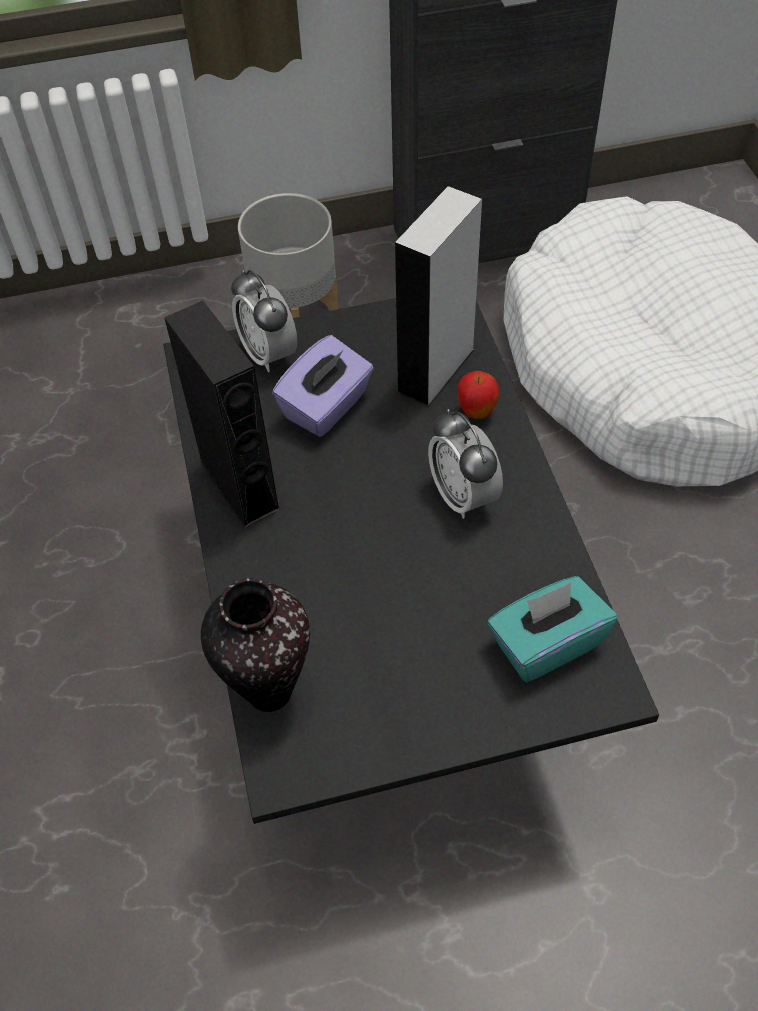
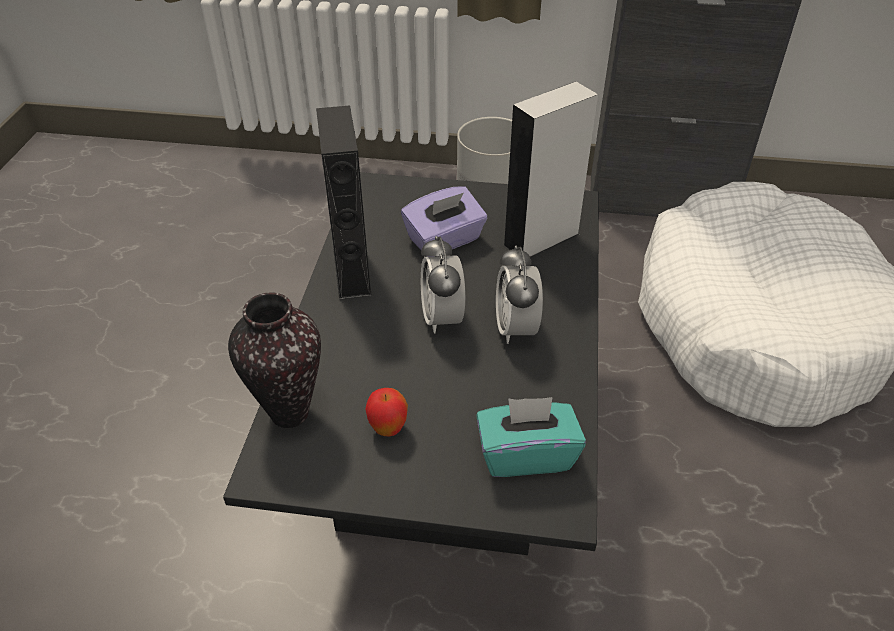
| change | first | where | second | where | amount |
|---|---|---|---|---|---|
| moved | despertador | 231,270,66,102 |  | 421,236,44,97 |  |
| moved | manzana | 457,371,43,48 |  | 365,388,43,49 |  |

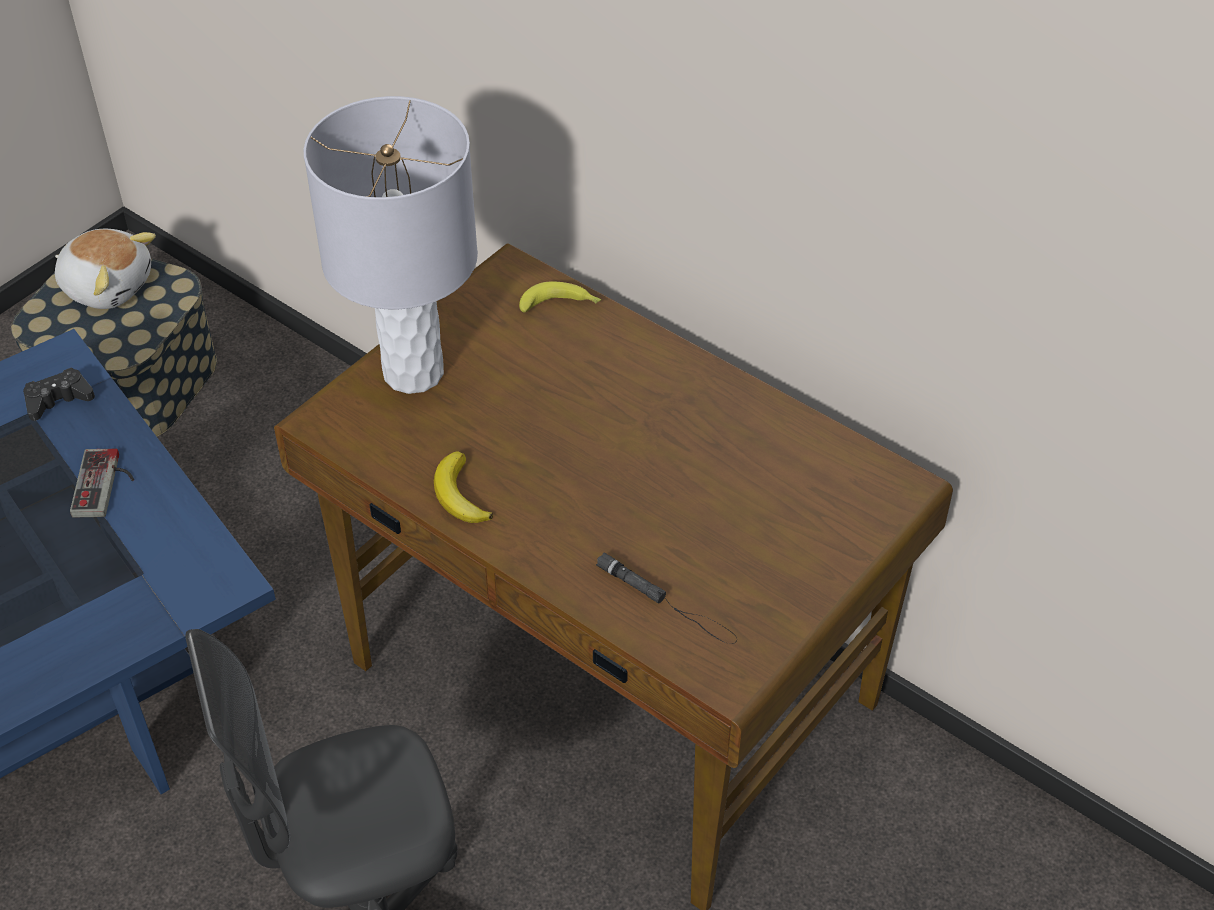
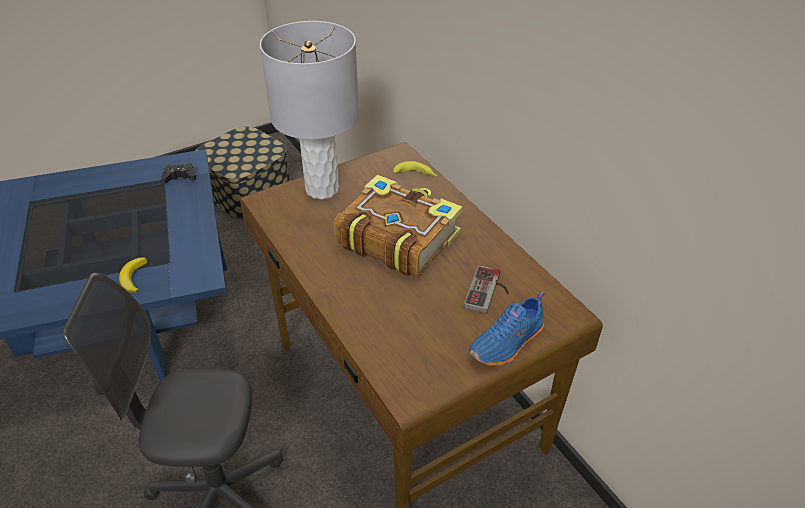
| change | first | where | second | where | amount |
|---|---|---|---|---|---|
| removed | peluche | 55,229,101,80 |  |  |  |
| moved | mando de consola | 70,449,64,69 |  | 464,265,45,49 |  |
| moved | plátano | 434,451,59,72 |  | 119,257,29,36 |  |
| removed | linterna [negro] | 596,553,141,91 |  |  |  |
| added |  |  | libro | 334,175,128,102 |  |
| added |  |  | zapato [azul] | 469,291,76,75 |  |

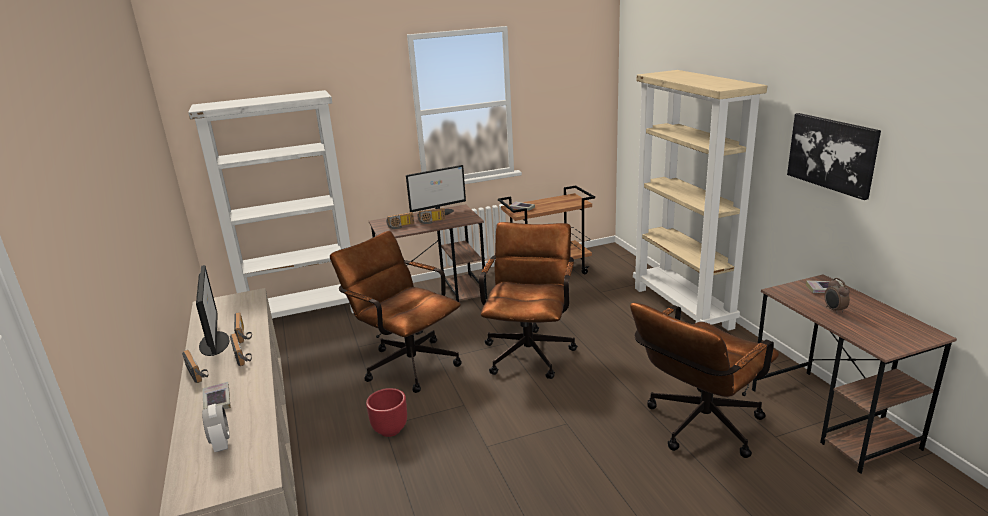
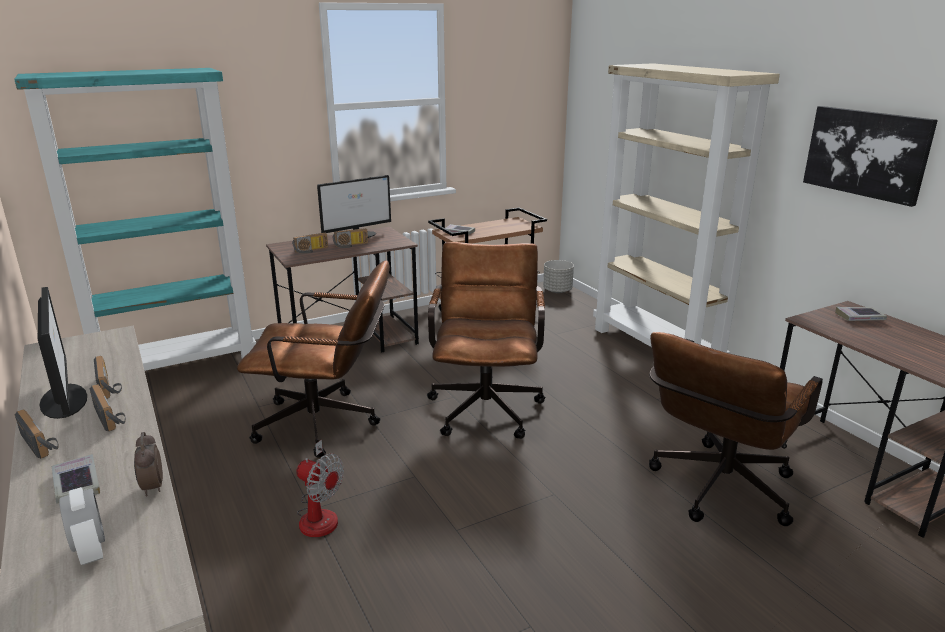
| change | first | where | second | where | amount |
|---|---|---|---|---|---|
| recoloured | estantería [blanco] | 188,90,166,228 | estantería [turquesa] | 14,68,242,303 |  |
| turned | silla de oficina [marrón] | 330,231,132,162 |  | 237,260,153,198 | 150 degrees clockwise |
| replaced | maceta [rojo] | 366,388,41,49 | ventilador | 296,440,48,97 |  |
| moved | despertador | 824,278,26,36 |  | 134,432,29,64 |  |
| added |  |  | maceta [gris] | 543,260,31,33 |  |

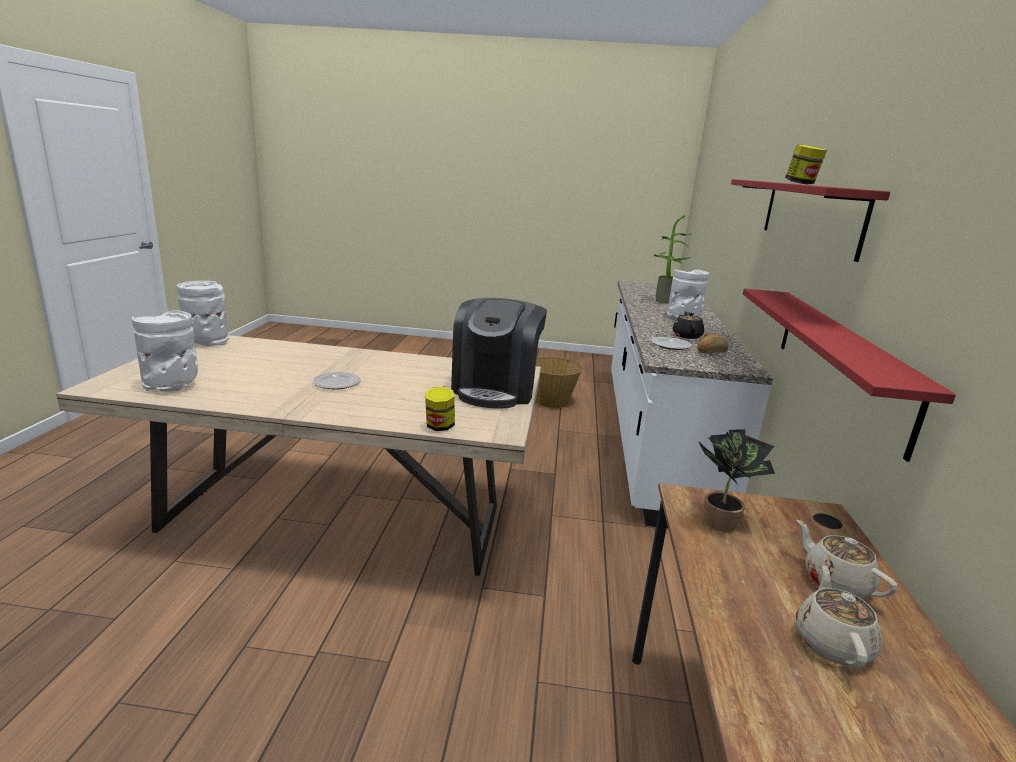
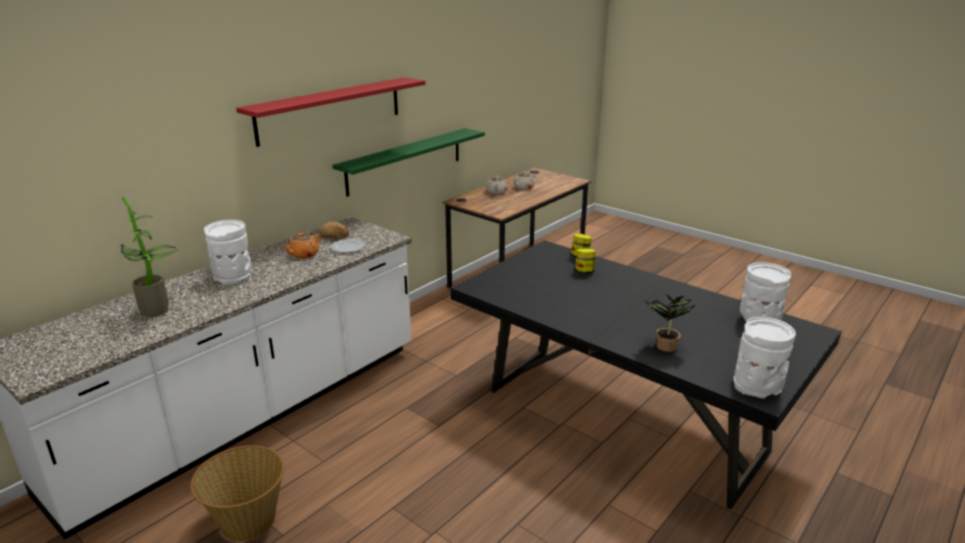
| change | first | where | second | where | amount |
|---|---|---|---|---|---|
| recoloured | mesa de comedor [beis] | 56,335,485,241 | mesa de comedor [negro] | 450,240,392,269 |  |
| removed | plato | 312,372,49,17 |  |  |  |
| removed | cafetera | 451,298,96,110 |  |  |  |
| recoloured | tetera [negro] | 673,312,31,27 | tetera [naranja] | 281,233,40,26 |  |
| moved | planta en maceta | 698,429,77,103 |  | 644,294,53,58 |  |
| recoloured | estante [rojo] | 743,289,213,173 | estante [verde] | 333,128,152,69 |  |
| moved | tarro | 785,145,42,39 |  | 575,248,21,26 |  |

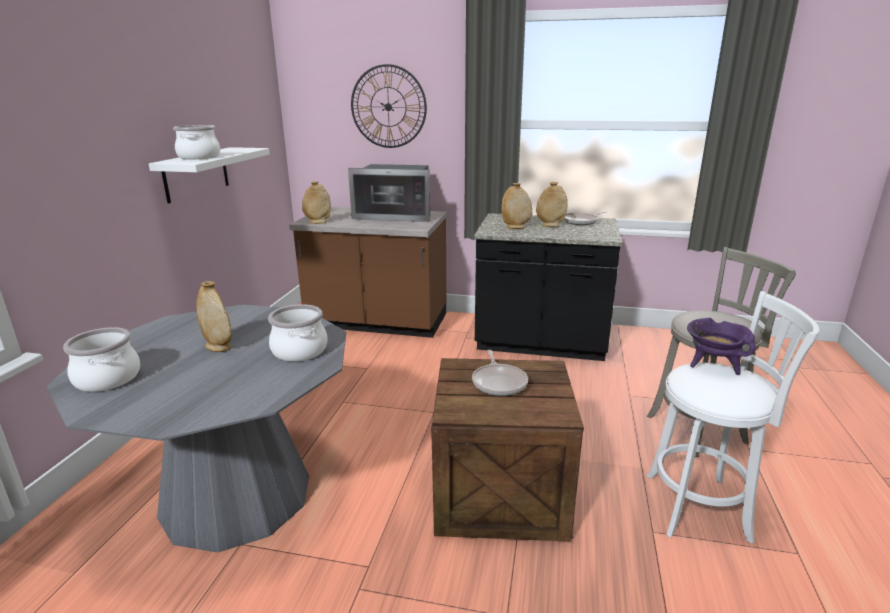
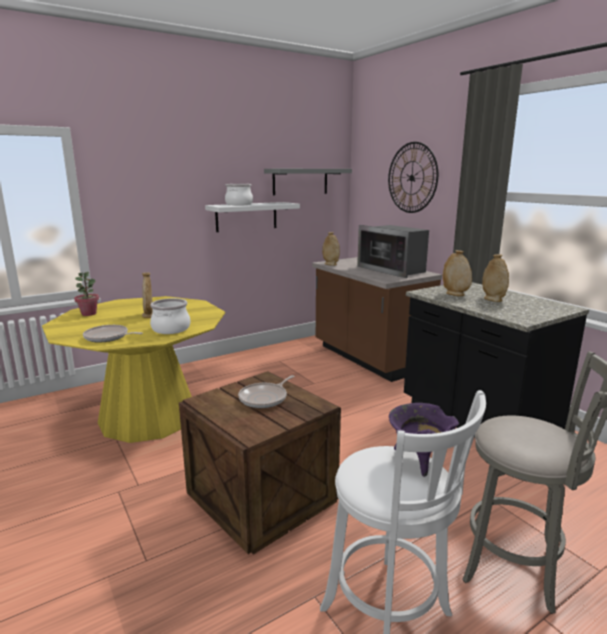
| change | first | where | second | where | amount |
|---|---|---|---|---|---|
| recoloured | mesa de comedor [gris] | 46,305,300,248 | mesa de comedor [amarillo] | 42,296,183,147 |  |
| replaced | olla | 63,327,77,65 | planta en maceta | 74,272,25,44 |  |
| moved | sartén | 564,211,43,14 |  | 83,325,60,18 |  |
| added |  |  | estante [gris] | 264,169,88,26 |  |

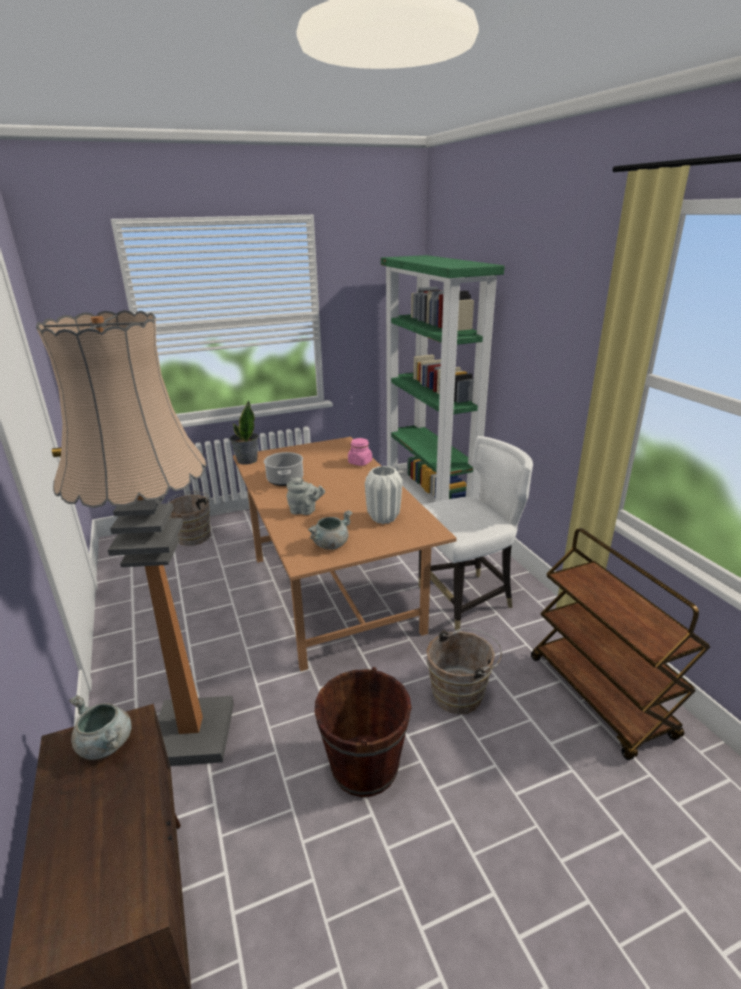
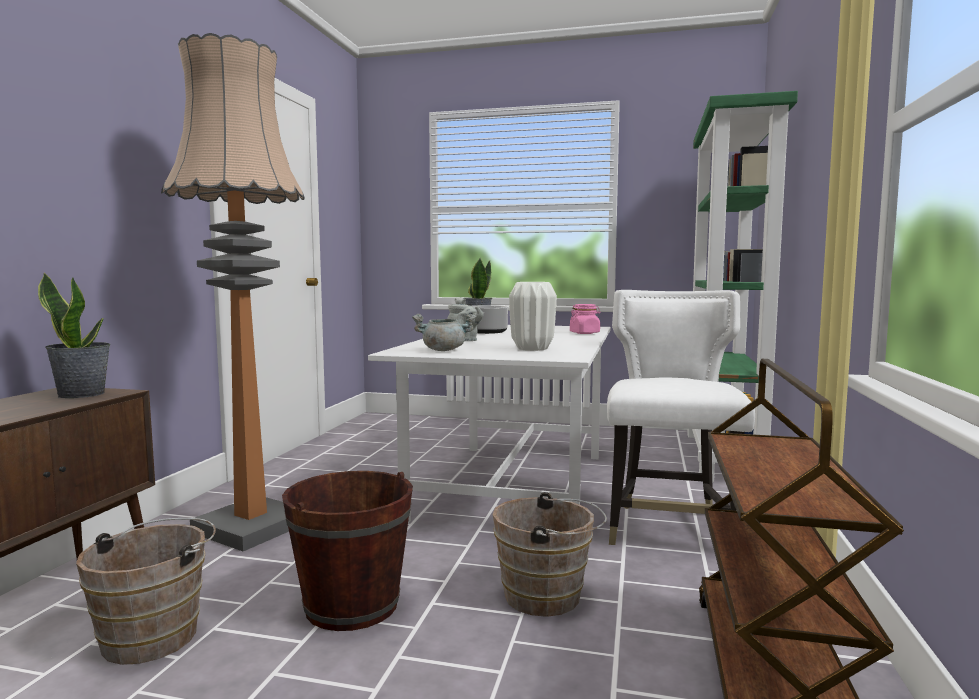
| change | first | where | second | where | amount |
|---|---|---|---|---|---|
| replaced | olla [gris] | 69,695,63,65 | planta en maceta | 38,272,73,126 |  |
| moved | cubo [marrón] | 168,492,44,54 |  | 76,518,140,147 |  |
| recoloured | mesa de comedor [marrón] | 233,437,224,234 | mesa de comedor [blanco] | 368,325,243,198 |  |
| turned | silla [blanco] | 419,436,114,195 |  | 607,290,148,255 | 90 degrees counterclockwise |

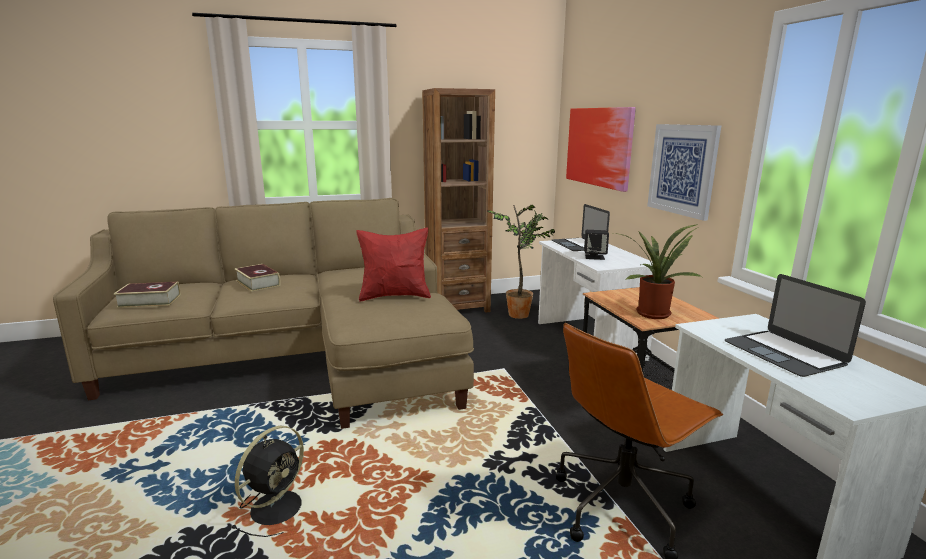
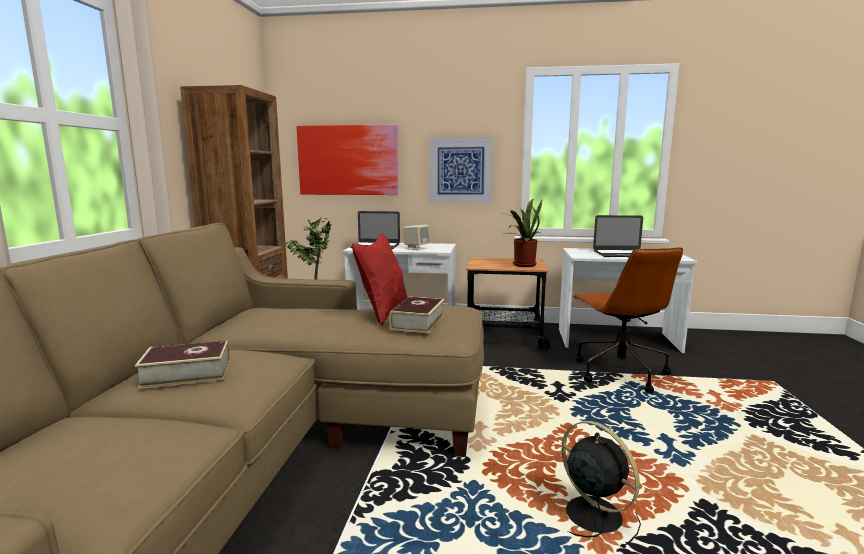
| change | first | where | second | where | amount |
|---|---|---|---|---|---|
| moved | libro | 114,282,67,26 |  | 389,296,56,37 |  |
| recoloured | altavoz [negro] | 584,230,25,30 | altavoz [beis] | 403,225,27,25 |  |

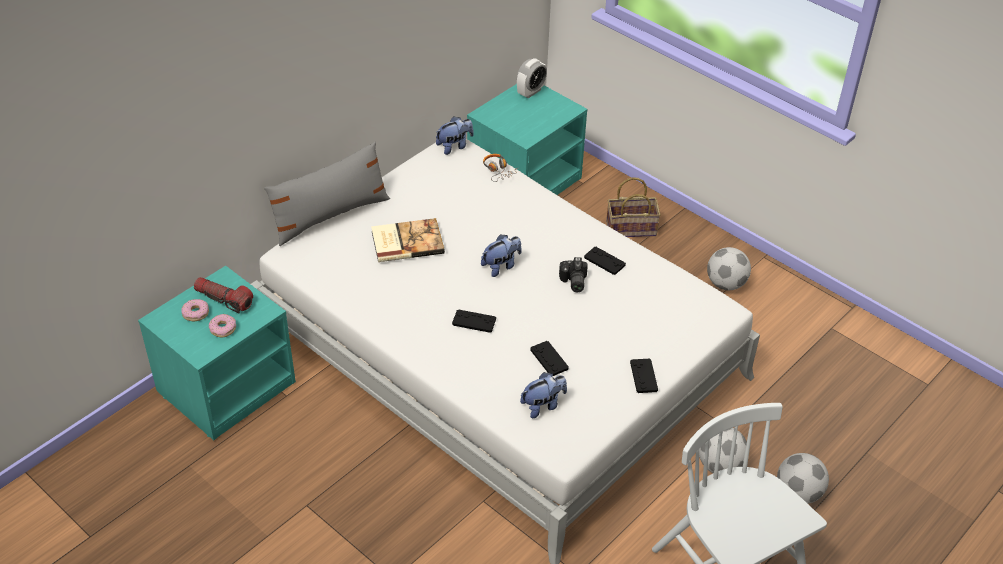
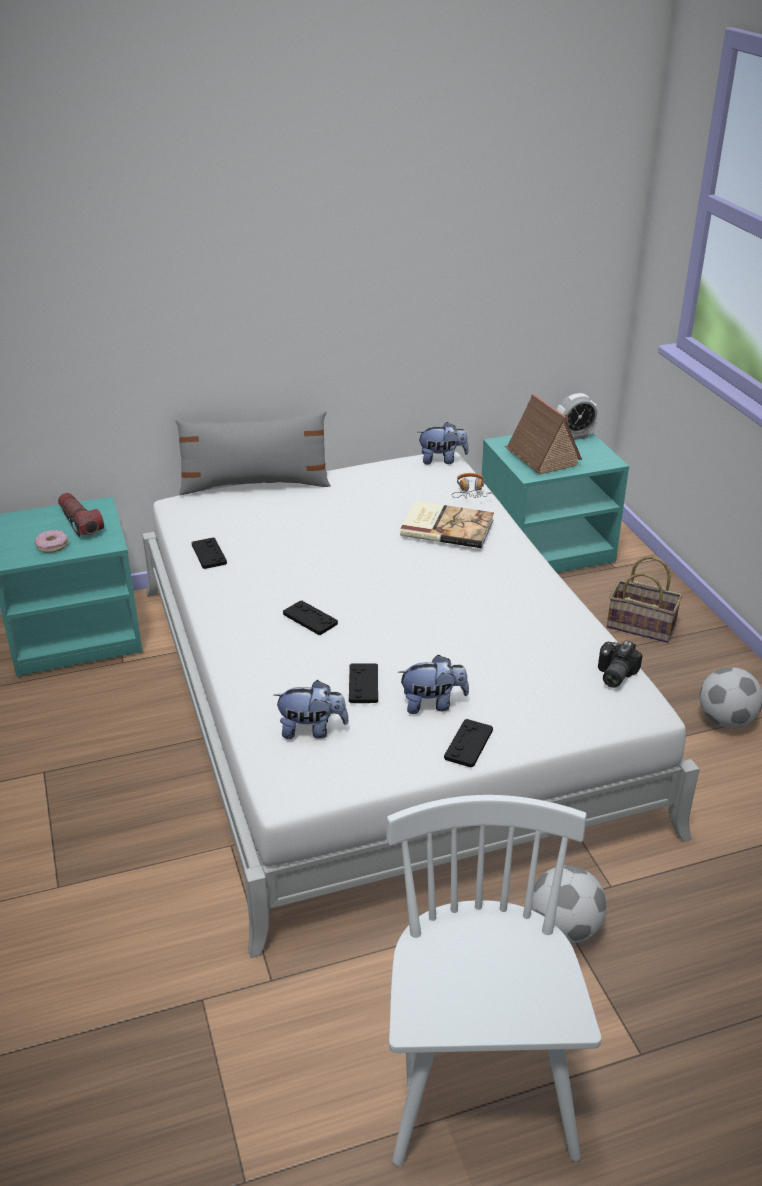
| change | first | where | second | where | amount |
|---|---|---|---|---|---|
| removed | rosquilla | 181,299,28,22 |  |  |  |
| moved | libro | 371,218,74,44 |  | 400,501,94,47 |  |
| moved | peluche | 481,234,41,43 |  | 398,654,71,60 |  |
| moved | cámara | 559,257,29,35 |  | 598,641,45,47 |  |
| moved | mando de consola [negro] | 584,247,42,28 |  | 191,537,36,32 |  |
| removed | balón de fútbol | 777,453,52,51 |  |  |  |
| added |  |  | casita | 504,394,78,81 |  |

